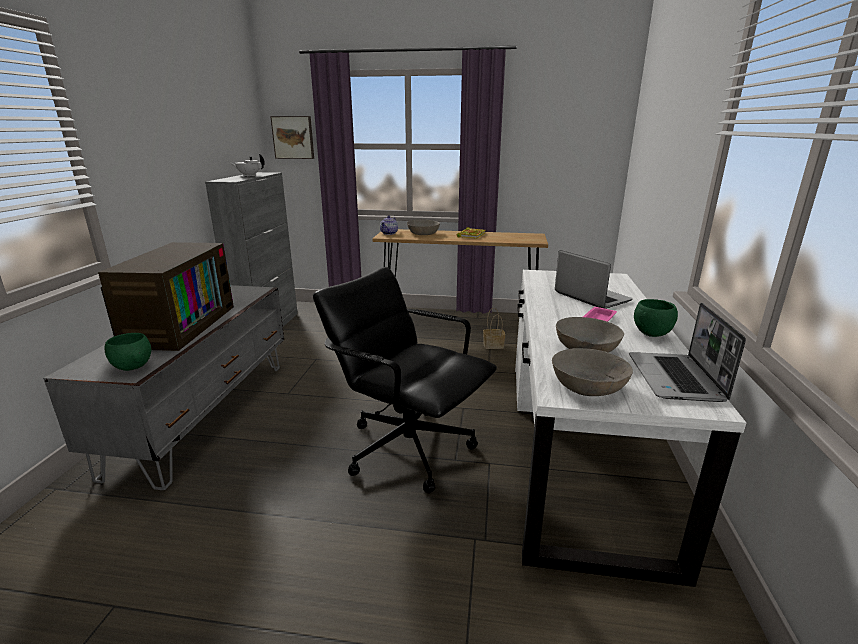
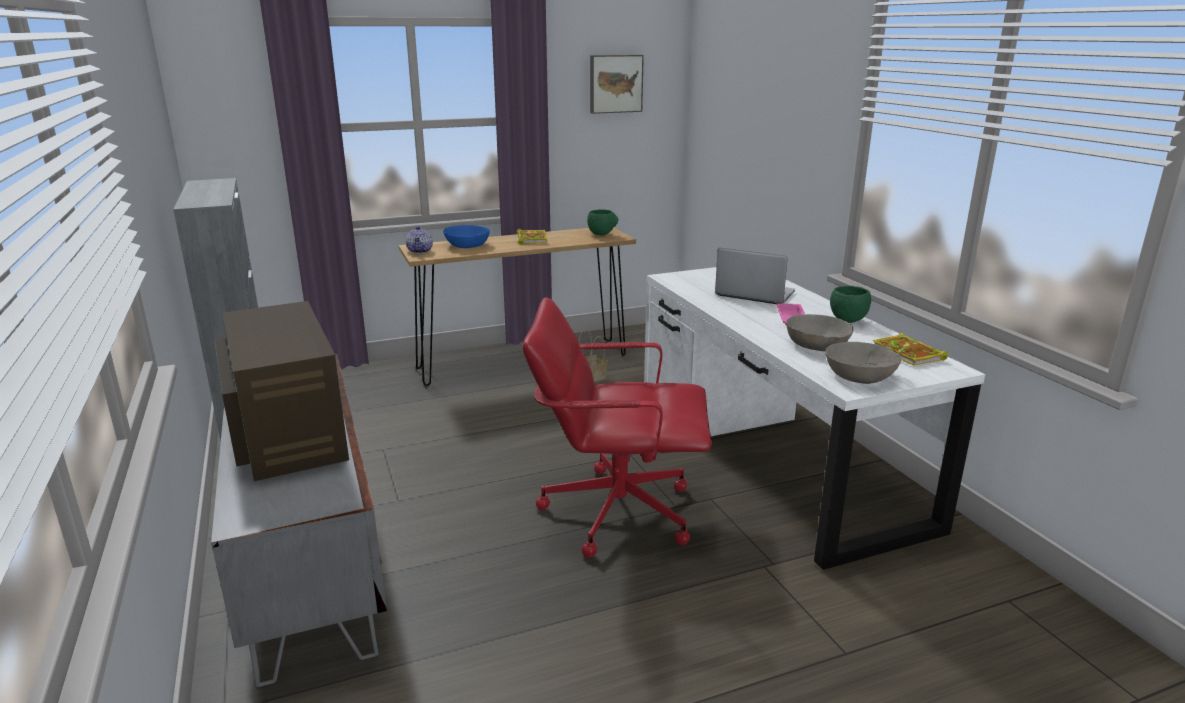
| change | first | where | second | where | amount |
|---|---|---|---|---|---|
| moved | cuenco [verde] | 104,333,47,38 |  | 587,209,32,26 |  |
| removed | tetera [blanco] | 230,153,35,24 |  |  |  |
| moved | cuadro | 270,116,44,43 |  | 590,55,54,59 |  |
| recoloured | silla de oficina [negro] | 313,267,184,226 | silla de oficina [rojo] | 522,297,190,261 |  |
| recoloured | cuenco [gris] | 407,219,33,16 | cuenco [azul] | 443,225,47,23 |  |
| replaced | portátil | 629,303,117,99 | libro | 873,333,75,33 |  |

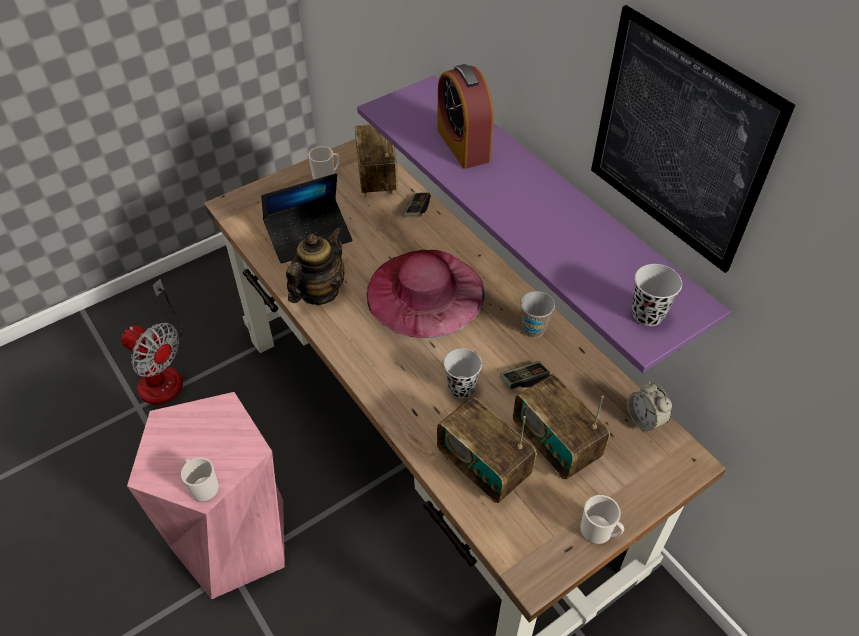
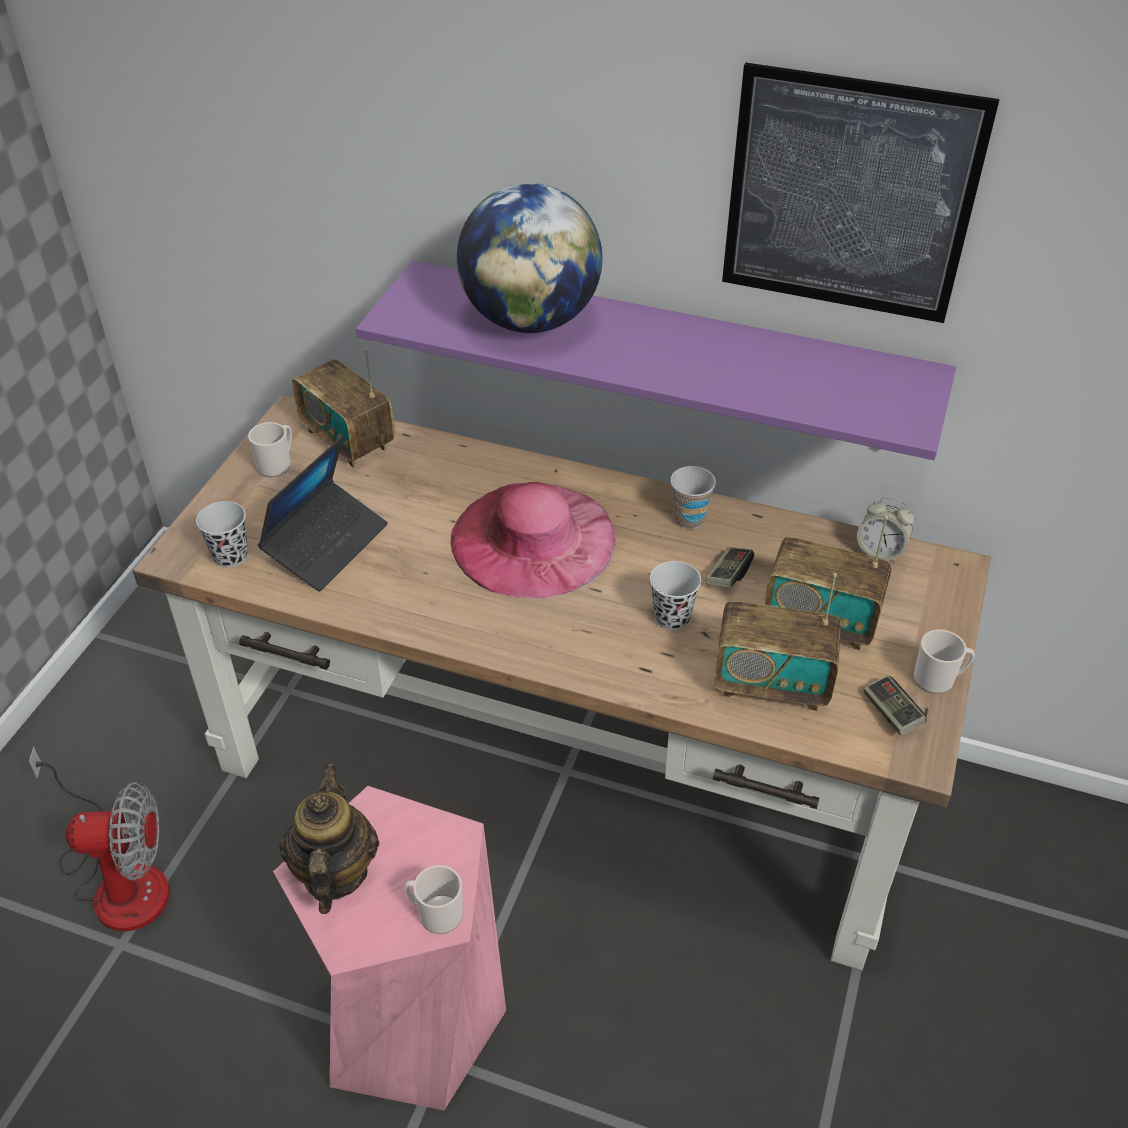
| change | first | where | second | where | amount |
|---|---|---|---|---|---|
| moved | tetera | 286,227,59,78 |  | 279,764,100,150 |  |
| moved | mando de consola | 403,192,28,26 |  | 863,675,64,61 |  |
| replaced | despertador | 437,64,57,105 | globo terráqueo | 457,183,145,150 |  |
| moved | taza [negro] | 632,264,50,62 |  | 196,501,52,67 |  |

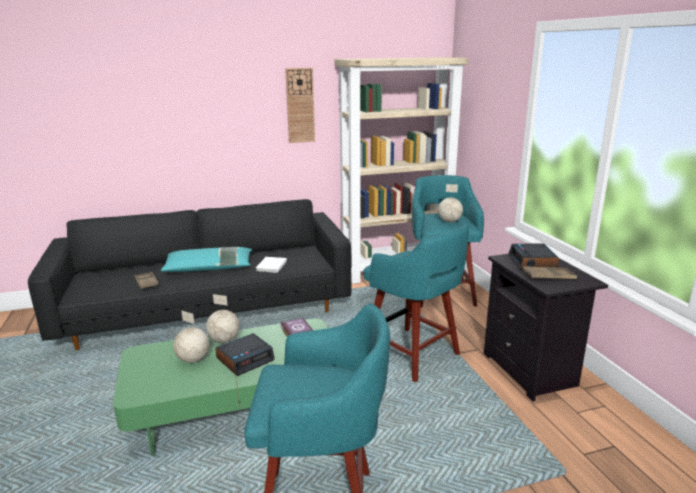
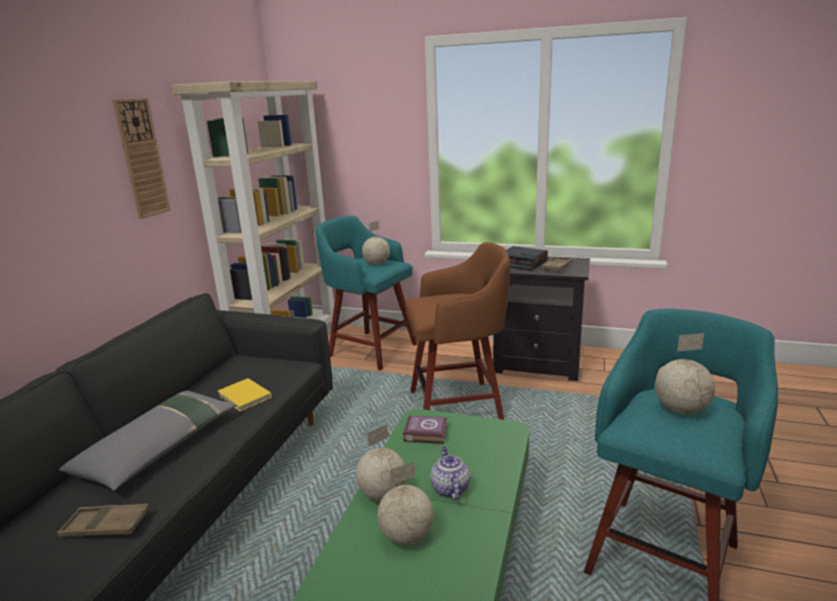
| change | first | where | second | where | amount |
|---|---|---|---|---|---|
| recoloured | cojín [turquesa] | 161,247,91,25 | cojín [gris] | 59,390,177,101 |  |
| replaced | despertador | 215,333,60,43 | tetera | 430,447,40,53 |  |
| recoloured | libro [blanco] | 256,257,31,16 | libro [amarillo] | 218,378,54,34 |  |
| recoloured | taburete [turquesa] | 364,224,105,158 | taburete [marrón] | 405,242,105,178 |  |
| added |  |  | globo terráqueo | 655,333,60,81 |  |

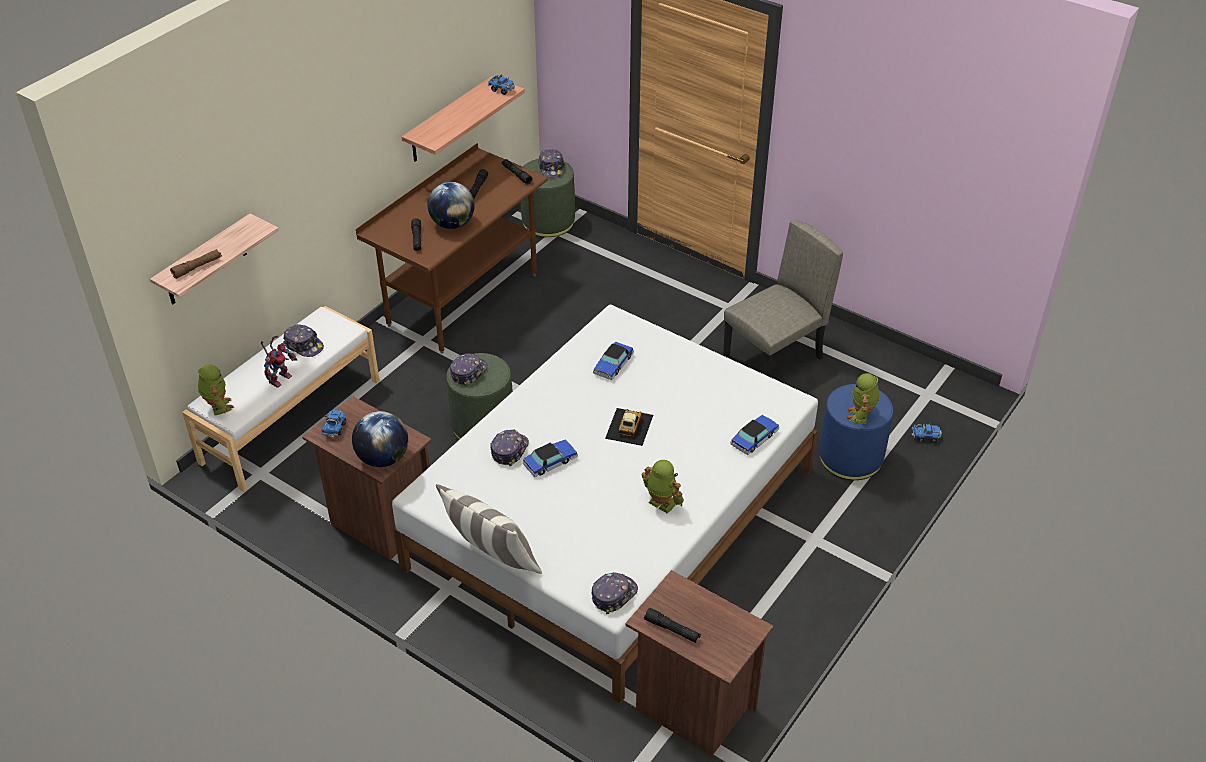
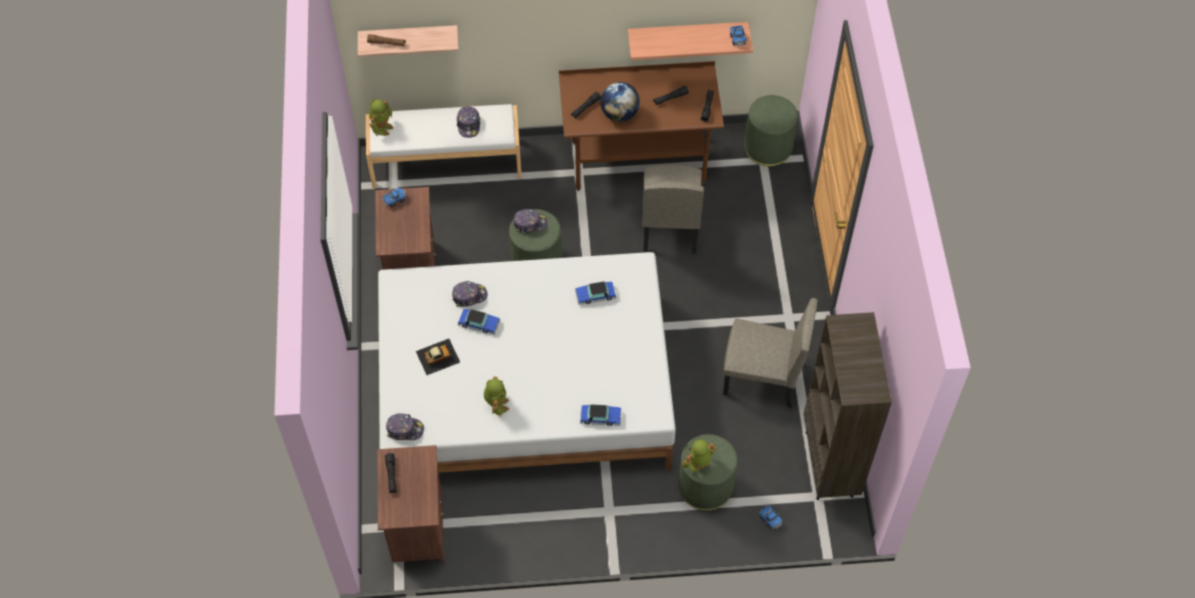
| change | first | where | second | where | amount |
|---|---|---|---|---|---|
| removed | robot de juguete | 261,336,36,52 |  |  |  |
| removed | globo terráqueo | 352,411,56,56 |  |  |  |
| removed | cojín | 436,484,106,90 |  |  |  |
| removed | gorra | 538,149,27,29 |  |  |  |
| moved | coche de juguete | 605,408,48,38 |  | 416,339,44,36 |  |
| recoloured | puf [azul] | 819,384,74,96 | puf [verde] | 678,434,59,77 |  |
| added |  |  | silla [beis] | 642,165,62,89 |  |
| added |  |  | estantería [marrón] | 804,312,88,188 |  |

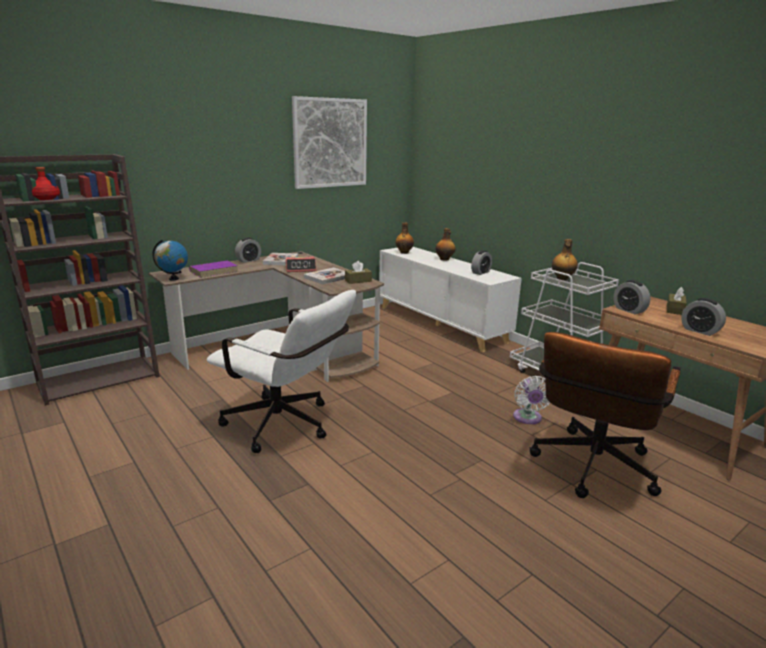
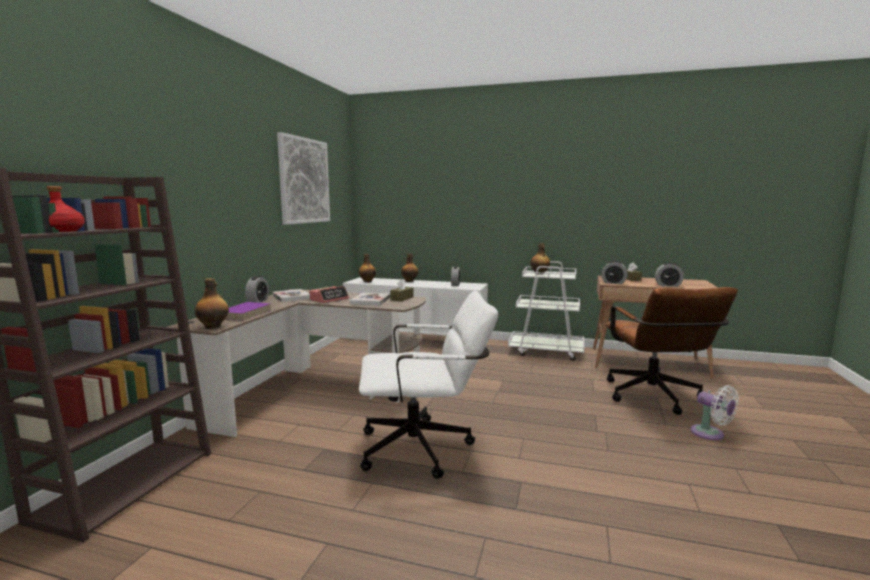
| change | first | where | second | where | amount |
|---|---|---|---|---|---|
| replaced | globo terráqueo | 152,240,36,41 | botella | 195,278,34,51 |  |
| moved | ventilador [blanco] | 513,376,37,48 |  | 691,385,48,55 |  |

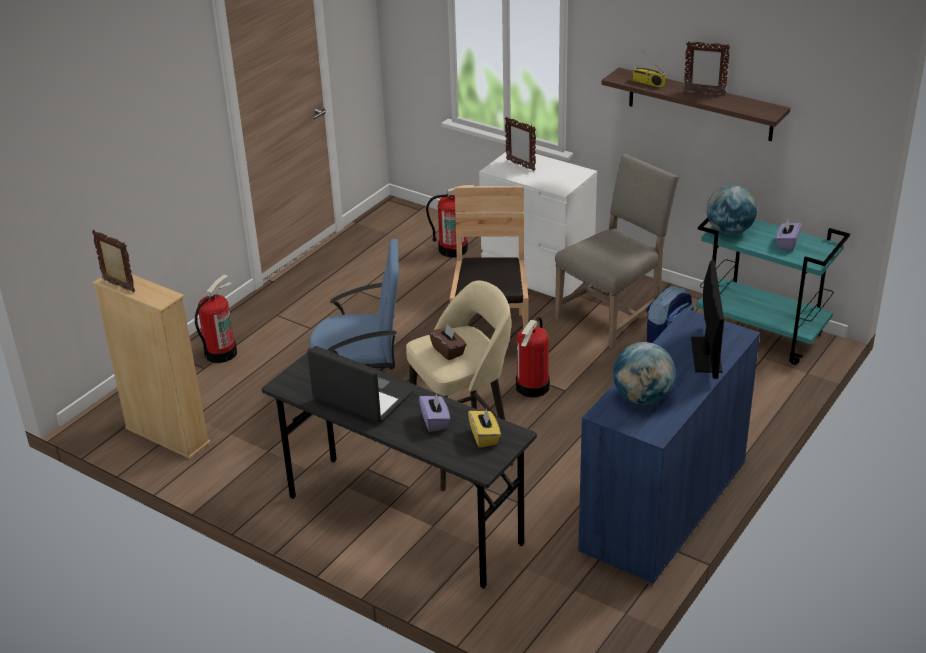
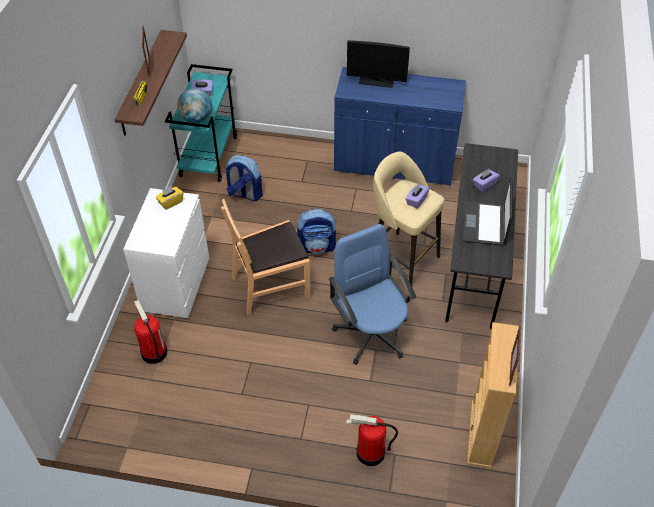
| change | first | where | second | where | amount |
|---|---|---|---|---|---|
| recoloured | caja de pañuelos [marrón] | 429,324,38,36 | caja de pañuelos [morado] | 405,184,25,25 |  |
| moved | caja de pañuelos [amarillo] | 468,408,33,39 |  | 156,186,28,24 |  |
| removed | portarretratos | 505,117,31,54 |  |  |  |
| replaced | extintor | 516,317,34,81 | mochila | 297,209,40,45 |  |
| removed | silla [beis] | 555,154,124,194 |  |  |  |
| removed | globo terráqueo | 613,342,63,62 |  |  |  |
| turned | monitor | 691,260,33,119 |  | 347,40,63,48 | 150 degrees counterclockwise |

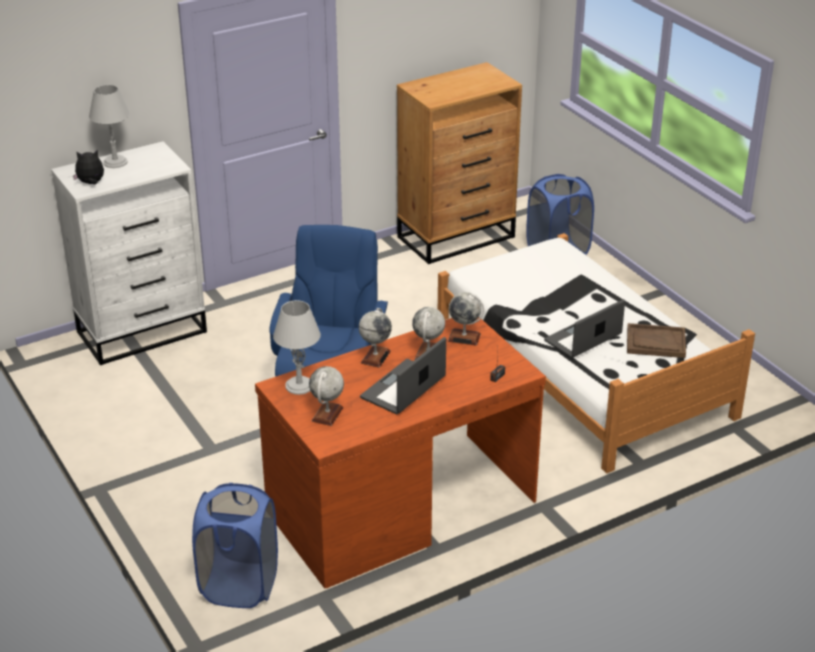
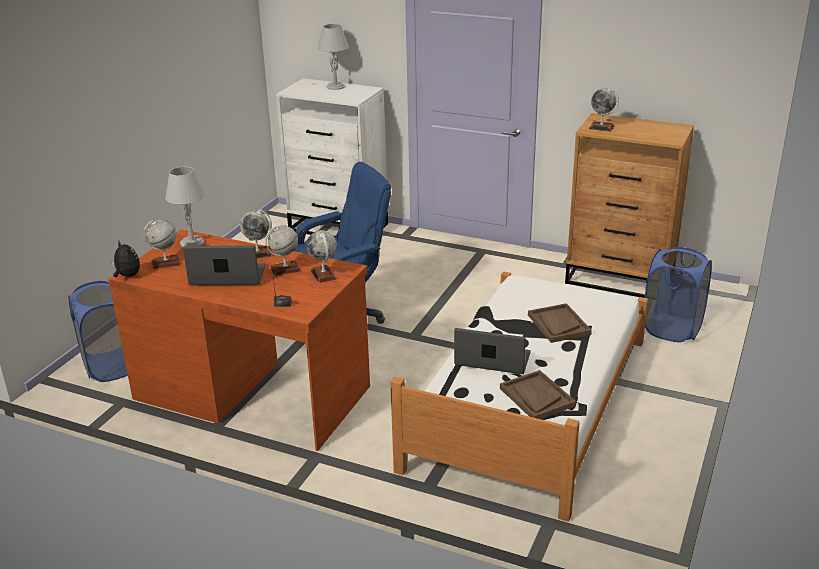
| change | first | where | second | where | amount |
|---|---|---|---|---|---|
| moved | peluche | 73,150,31,34 |  | 111,241,29,36 |  |
| added |  |  | bandeja [marrón] | 528,303,64,40 |  |
| added |  |  | globo terráqueo | 589,88,30,43 |  |

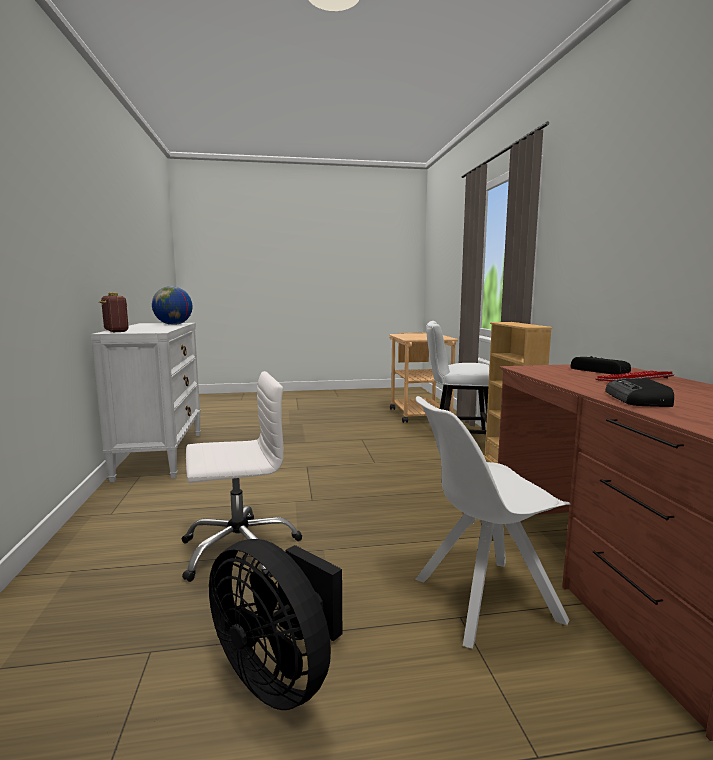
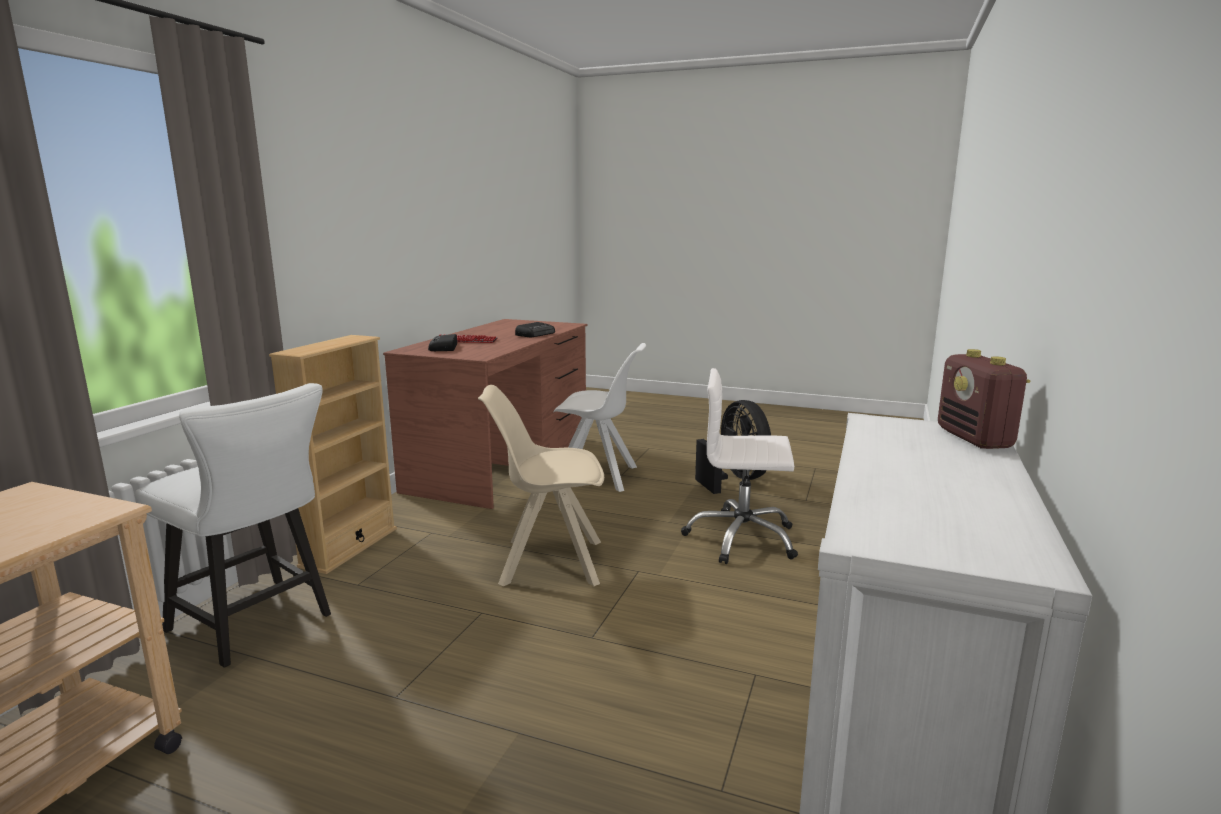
| change | first | where | second | where | amount |
|---|---|---|---|---|---|
| removed | globo terráqueo | 152,286,41,39 |  |  |  |
| added |  |  | silla [beis] | 478,385,126,201 |  |

